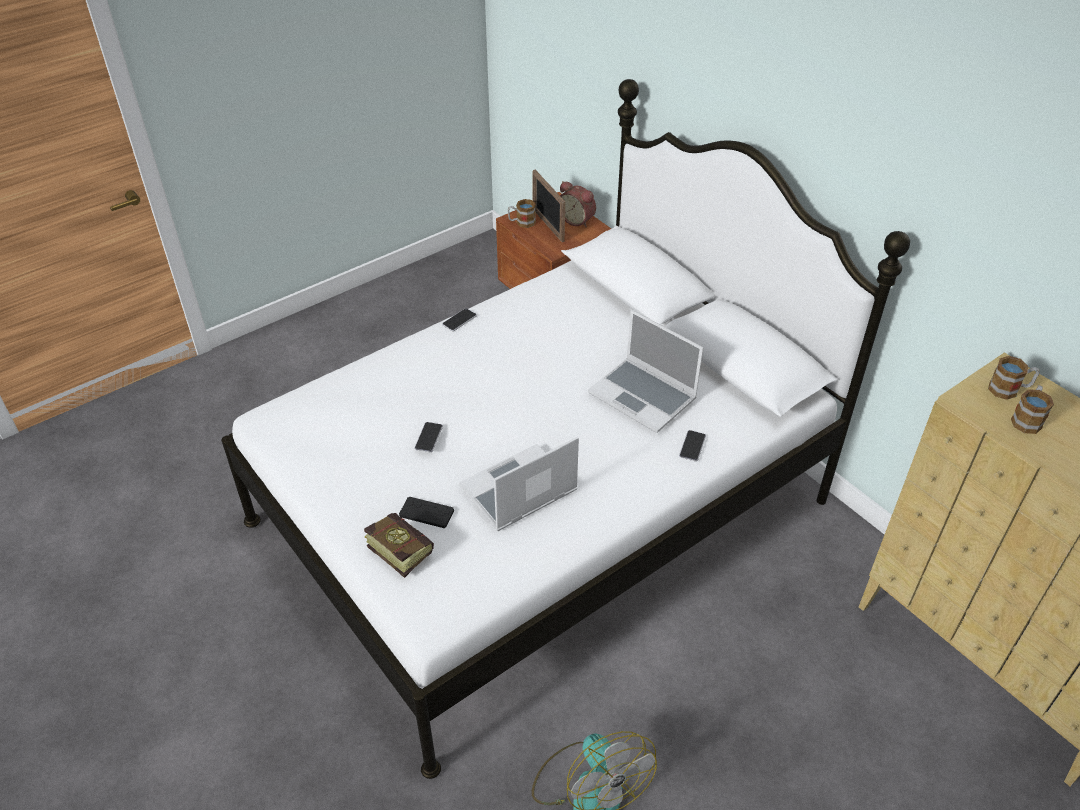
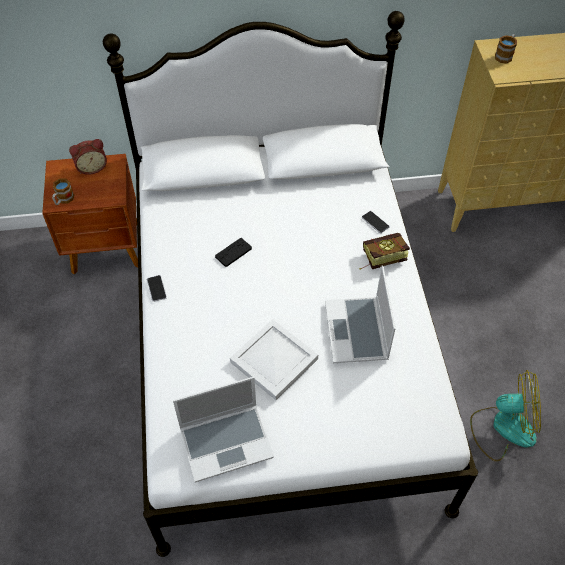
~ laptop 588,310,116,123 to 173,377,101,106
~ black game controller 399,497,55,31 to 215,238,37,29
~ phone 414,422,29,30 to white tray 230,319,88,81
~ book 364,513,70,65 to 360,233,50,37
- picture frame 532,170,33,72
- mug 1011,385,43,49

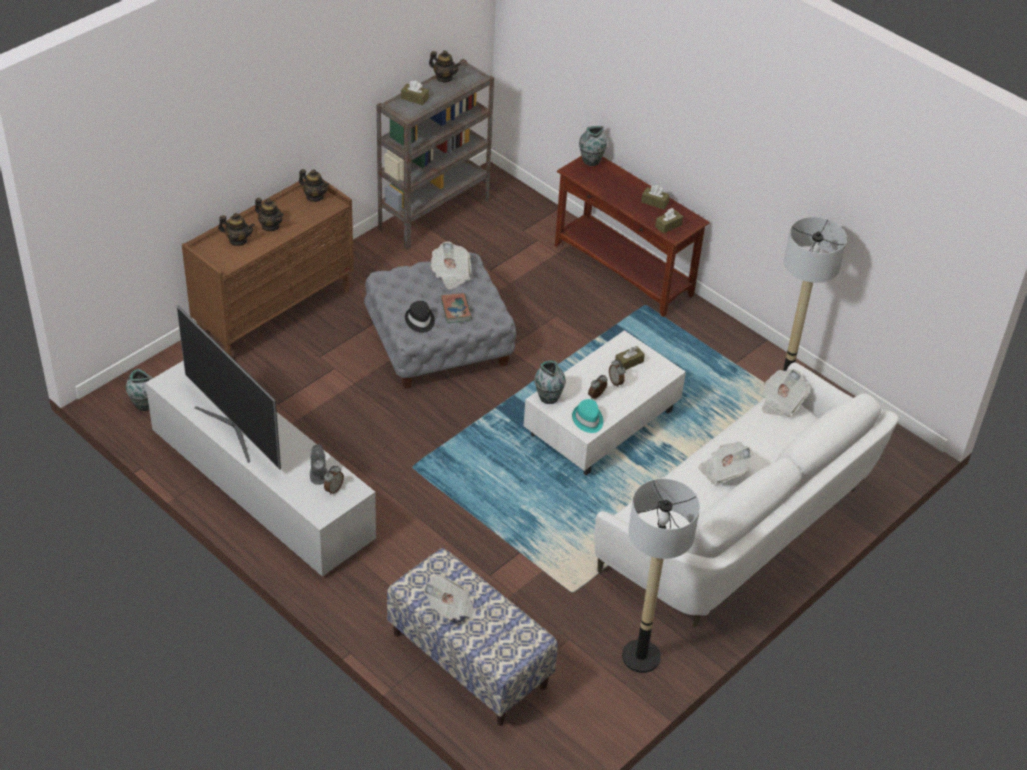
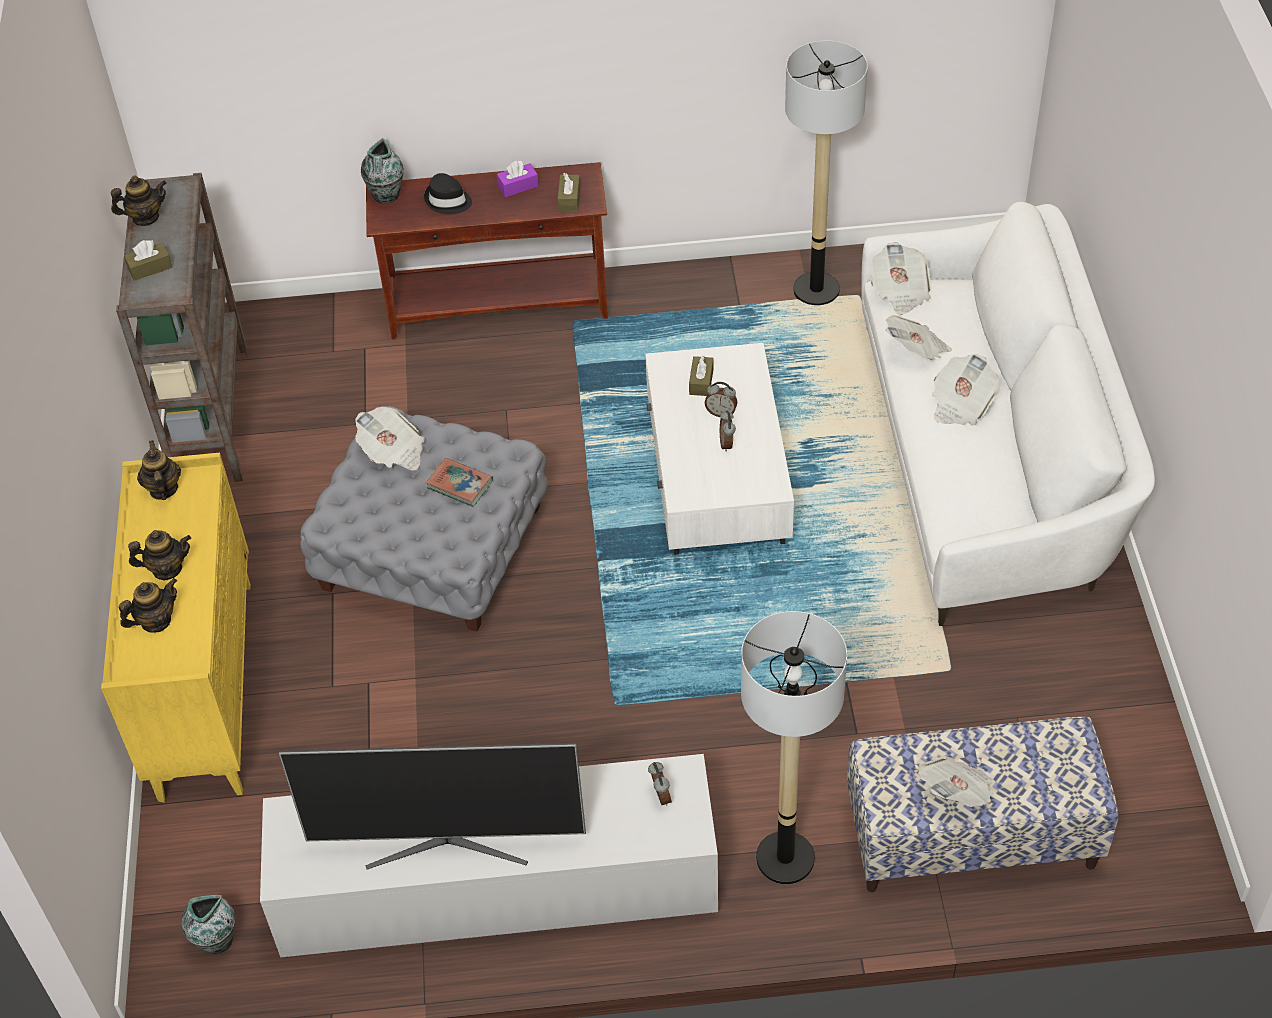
~ brown cabinet 182,178,172,179 to yellow cabinet 101,453,150,350
~ teapot 299,169,30,33 = 137,440,44,60 90 degrees counterclockwise
~ black hat 405,301,30,32 to 424,173,48,41
~ brown tissue box 641,185,29,25 to purple tissue box 497,161,42,36
~ floor lamp 622,479,78,194 to 741,611,106,273
+ newspaper 885,315,67,45
- grey speaker 310,444,18,41
- vase 534,360,32,44
- turquoise hat 572,399,31,34

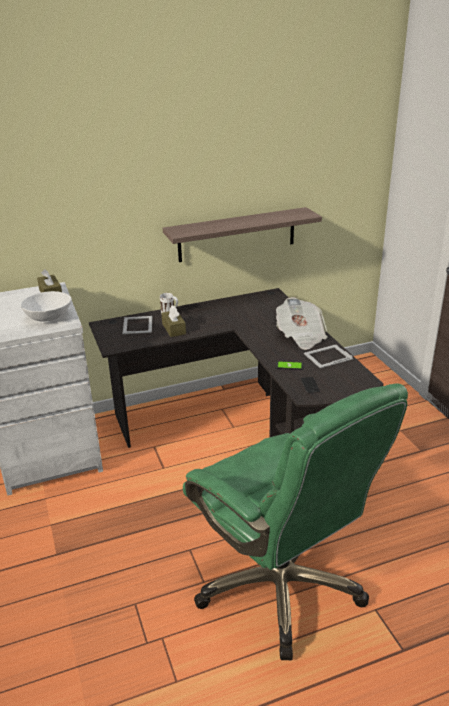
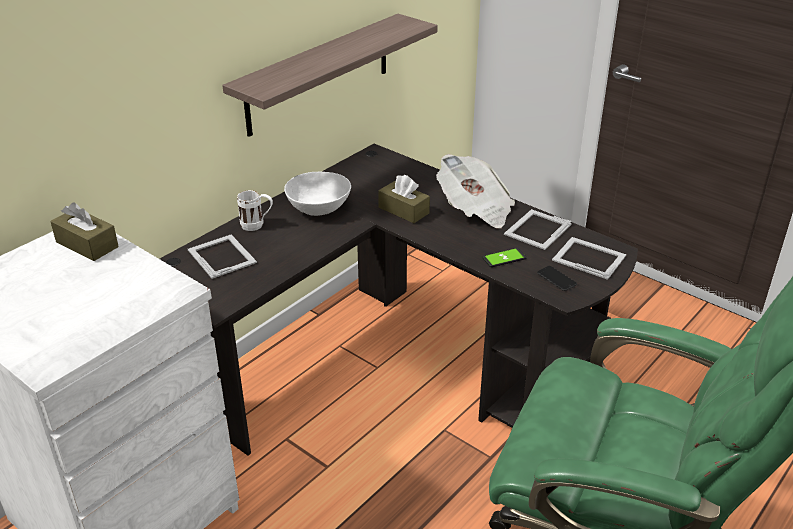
~ white bowl 21,291,51,31 to 284,172,67,44
~ brown tissue box 161,305,25,32 to 378,175,52,48
+ picture frame 552,237,74,43

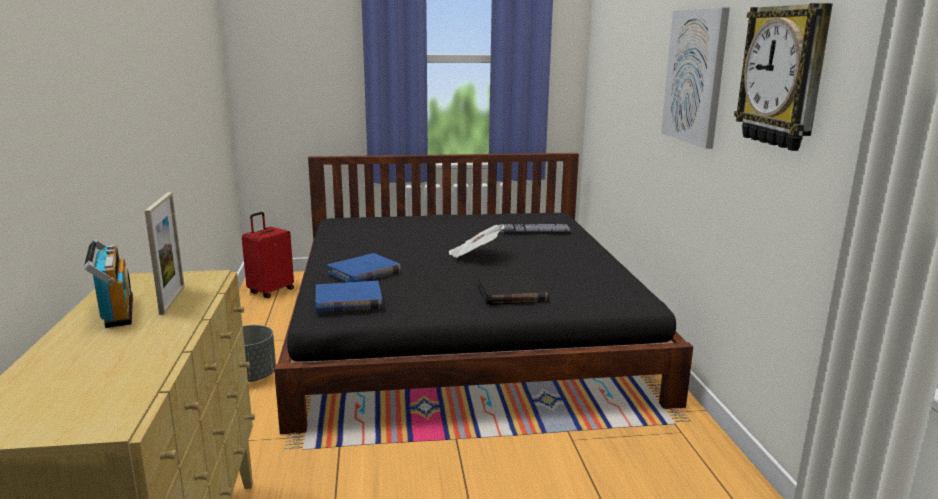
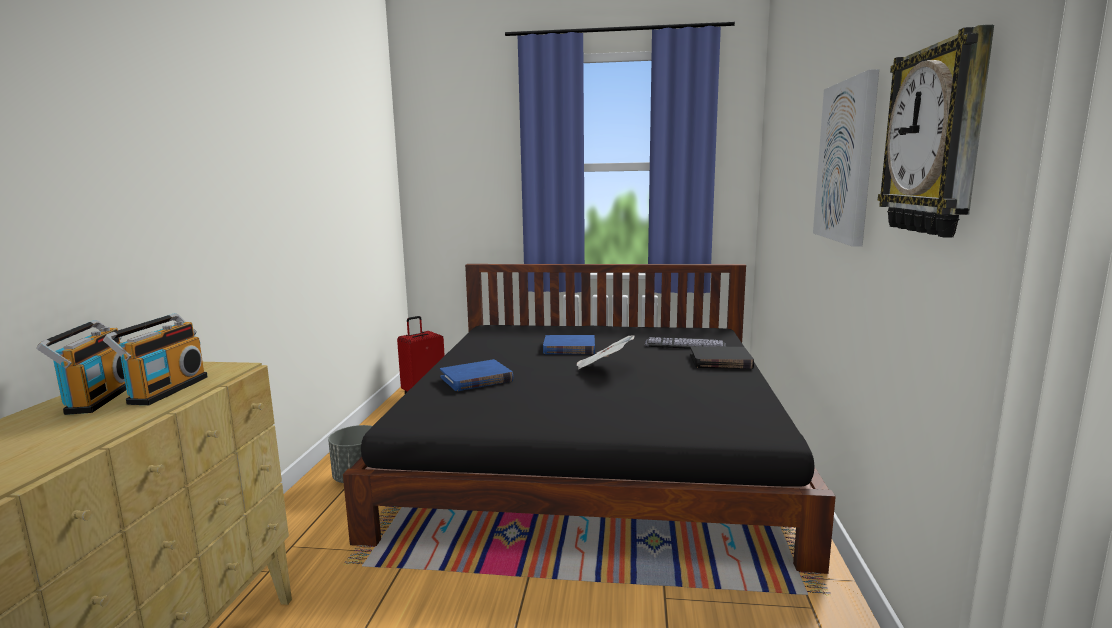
~ picture frame 145,192,39,123 to radio 103,313,105,92
~ blue book 315,281,68,32 to 543,335,52,19
~ black book 478,275,71,30 to 690,346,64,23

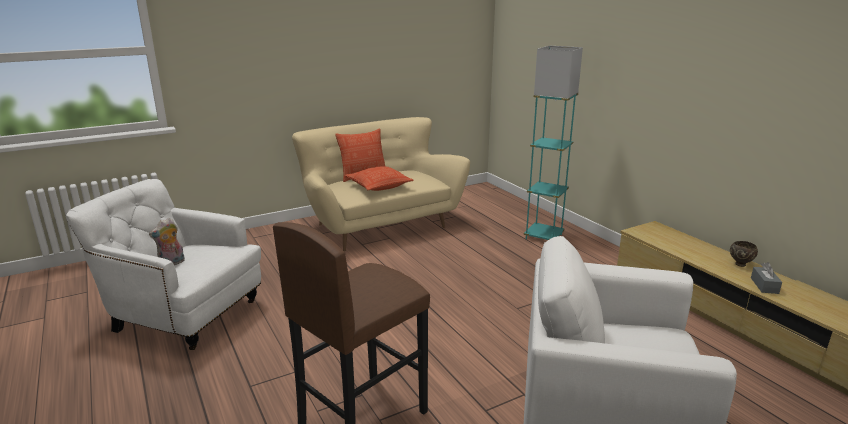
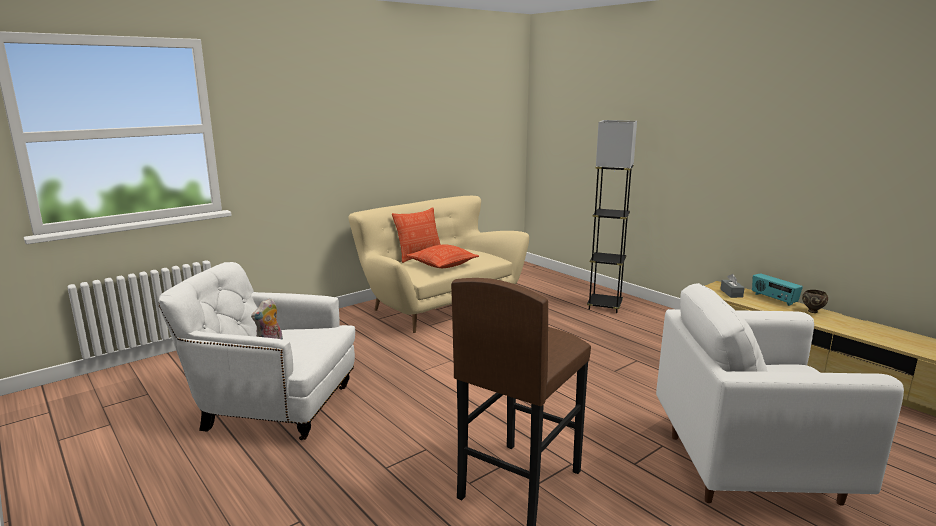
~ turquoise floor lamp 524,46,59,194 to grey floor lamp 587,120,50,193
~ grey tissue box 751,262,31,32 to 720,274,25,24
+ radio 752,273,51,33

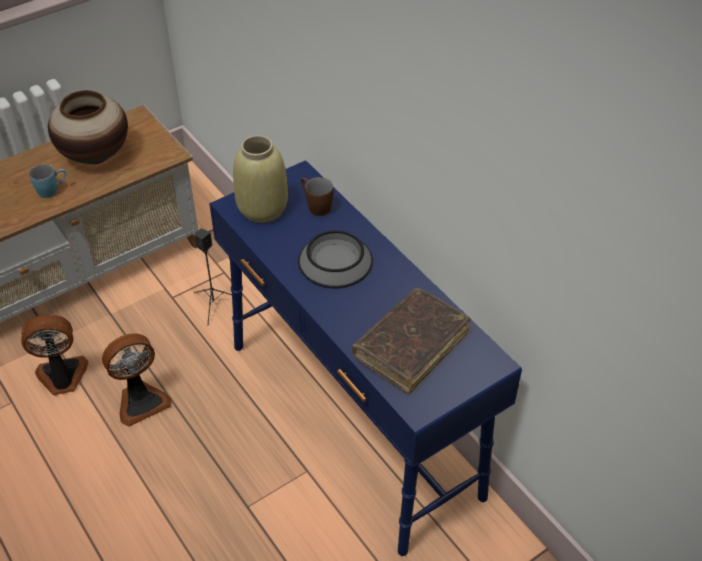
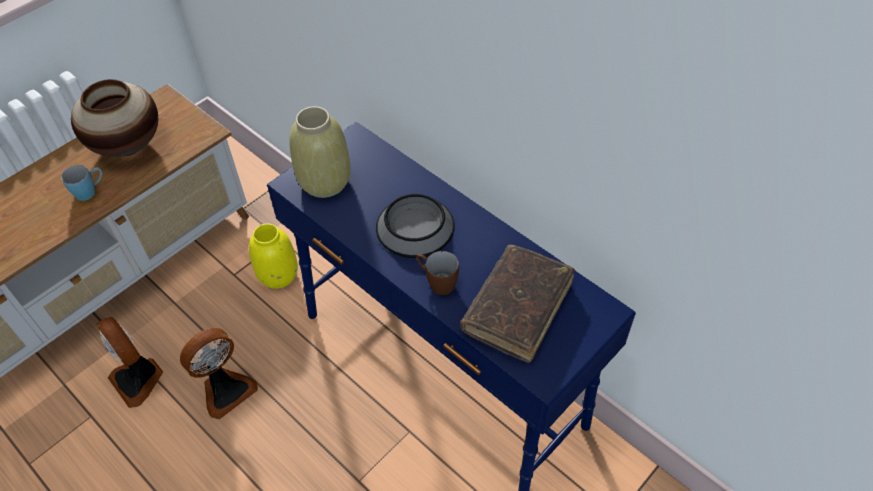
~ fan 21,315,67,80 = 96,317,67,91 105 degrees counterclockwise
~ black speaker 194,228,38,97 to yellow vase 249,223,49,66
~ brown mug 301,177,32,39 to 416,251,43,44

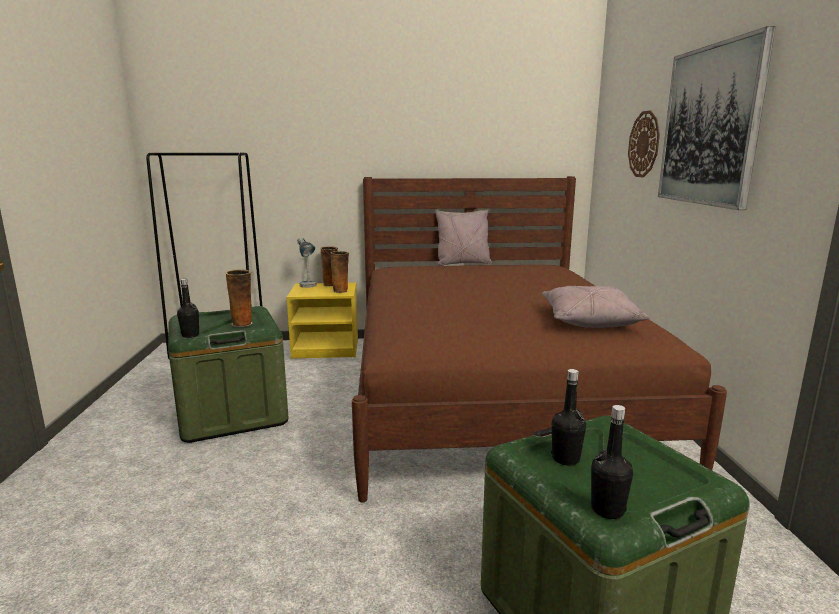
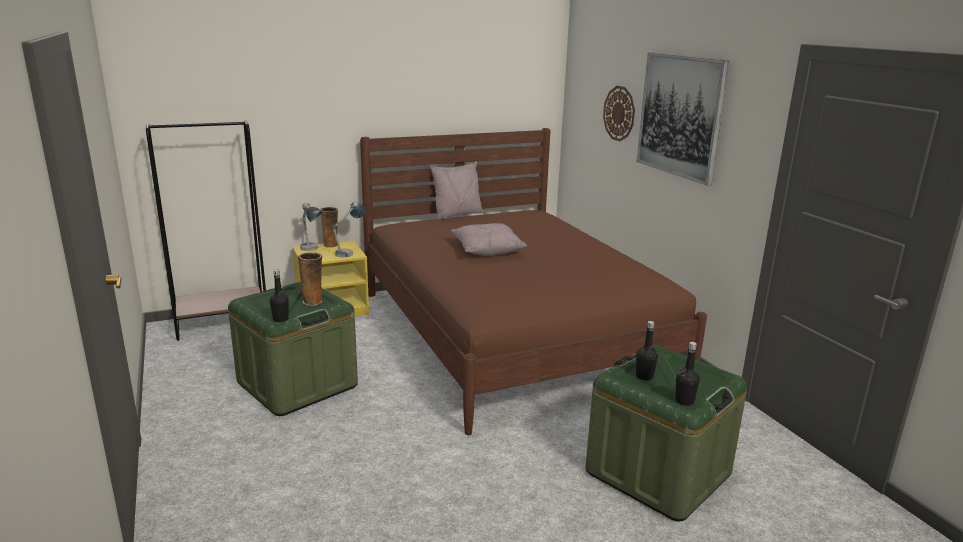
~ vase 330,251,19,42 to table lamp 332,202,33,55
~ purple pillow 542,286,107,42 to 451,223,76,32

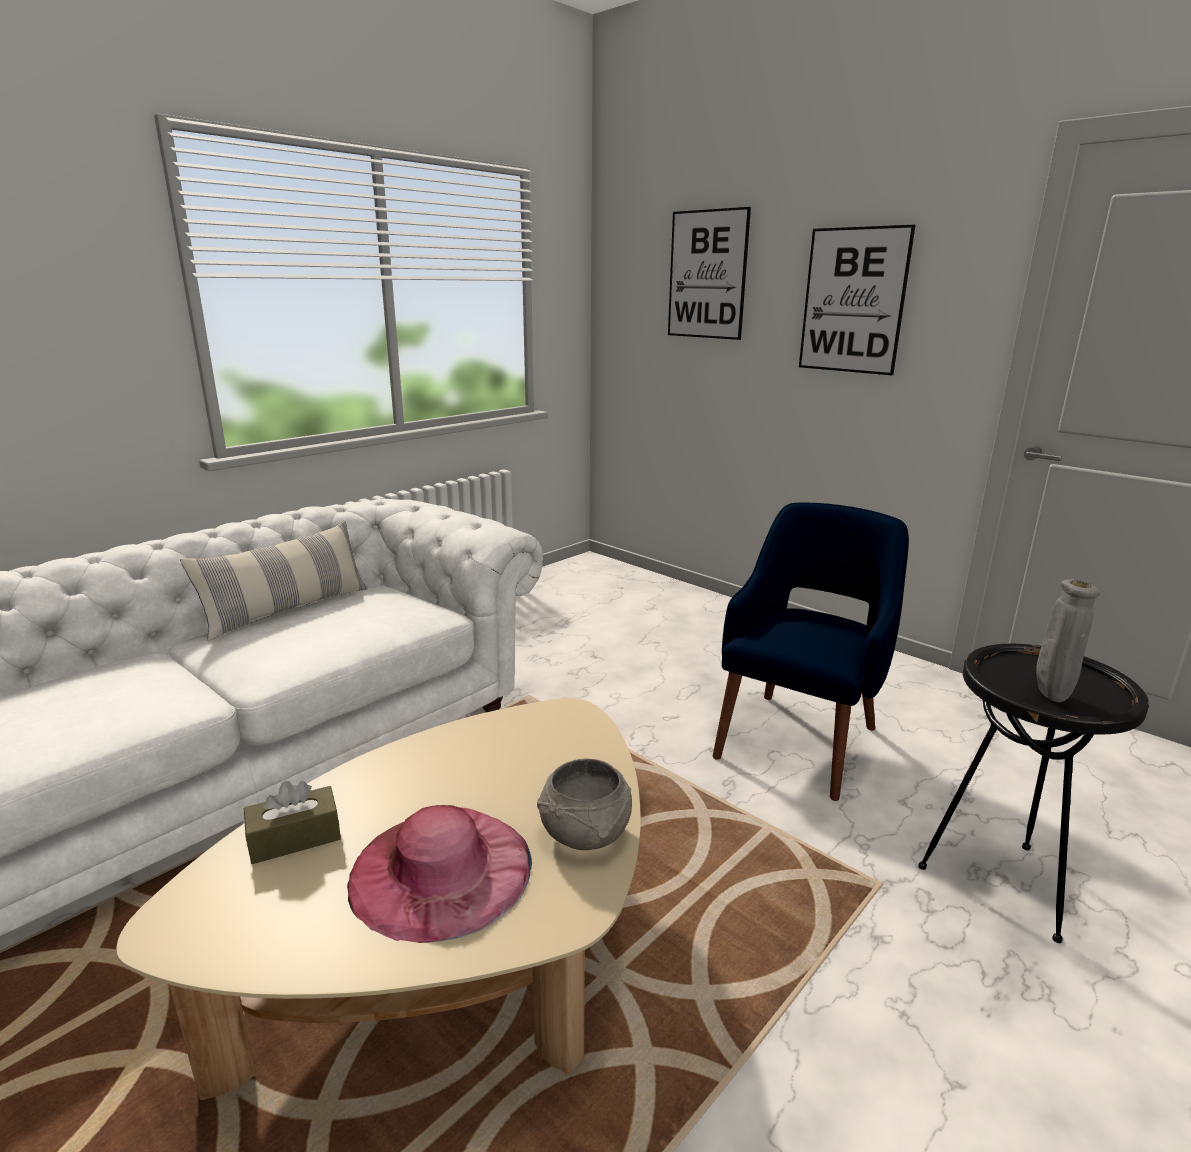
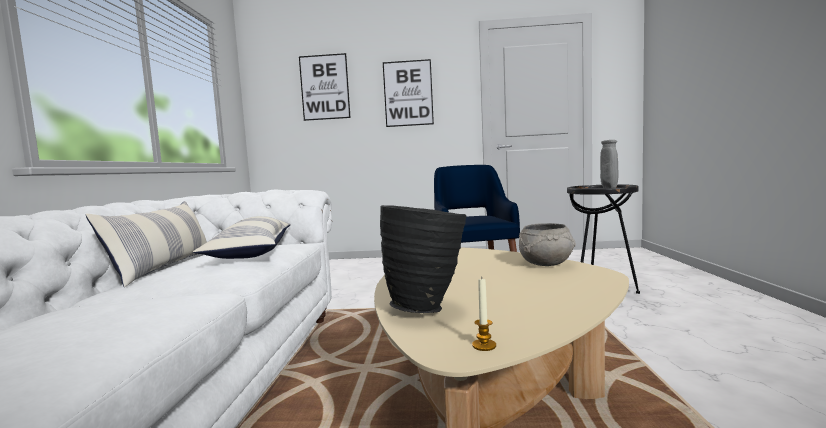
+ pillow 193,216,97,43
~ brown tissue box 244,781,97,83 to black vase 380,205,87,108
+ candle 472,279,24,72
- pink hat 347,805,185,138

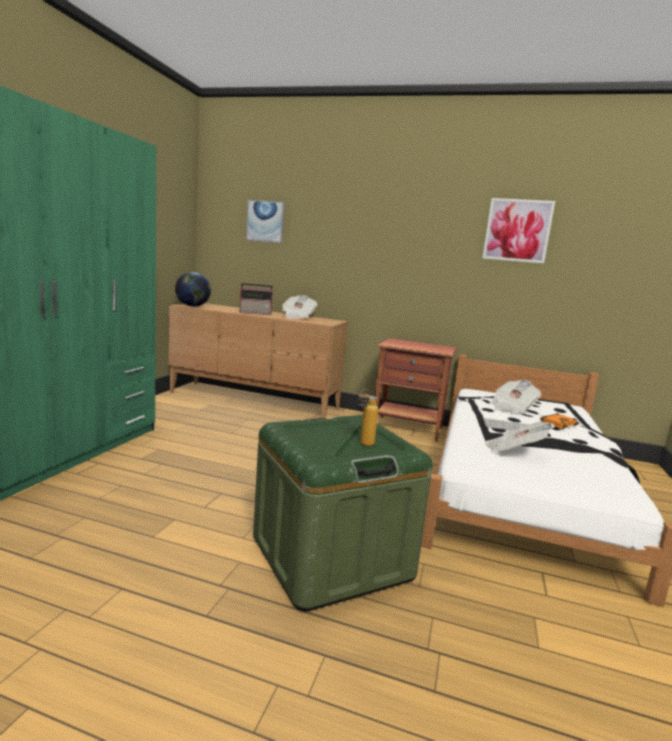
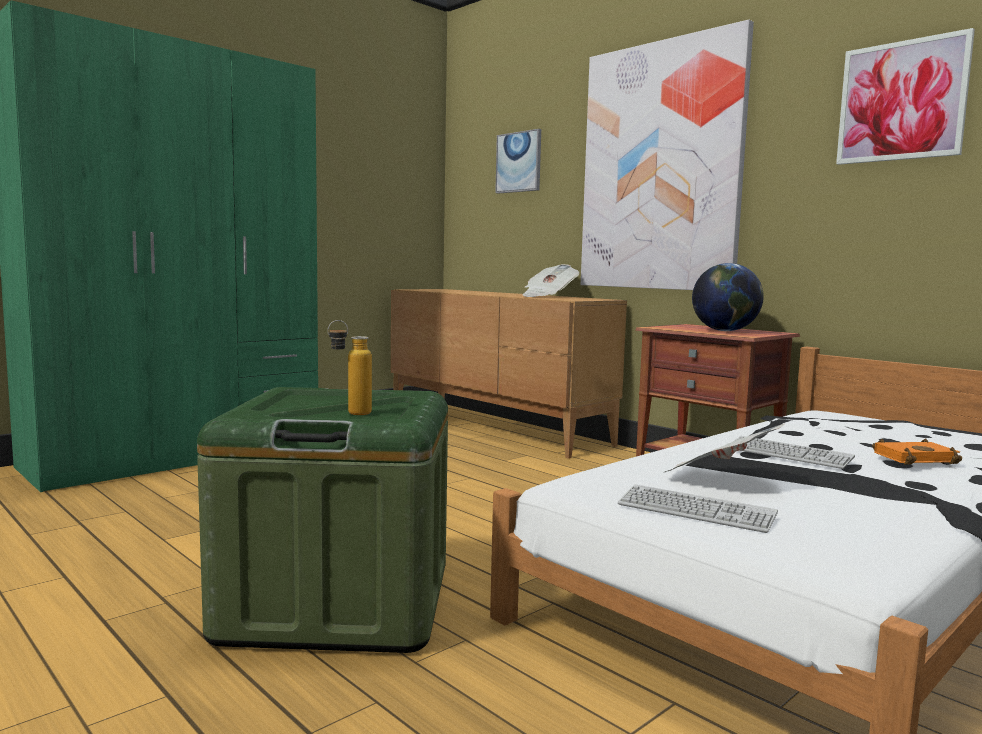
+ picture 581,20,173,270
+ keyboard 618,484,160,49
~ globe 175,272,36,35 to 692,263,72,68
- radio 240,283,34,32
- newspaper 494,380,47,33

